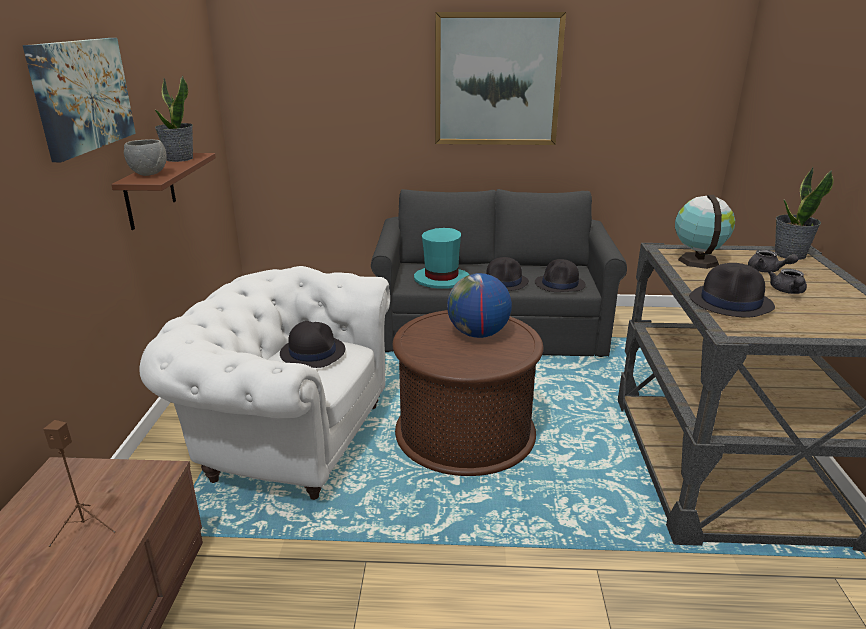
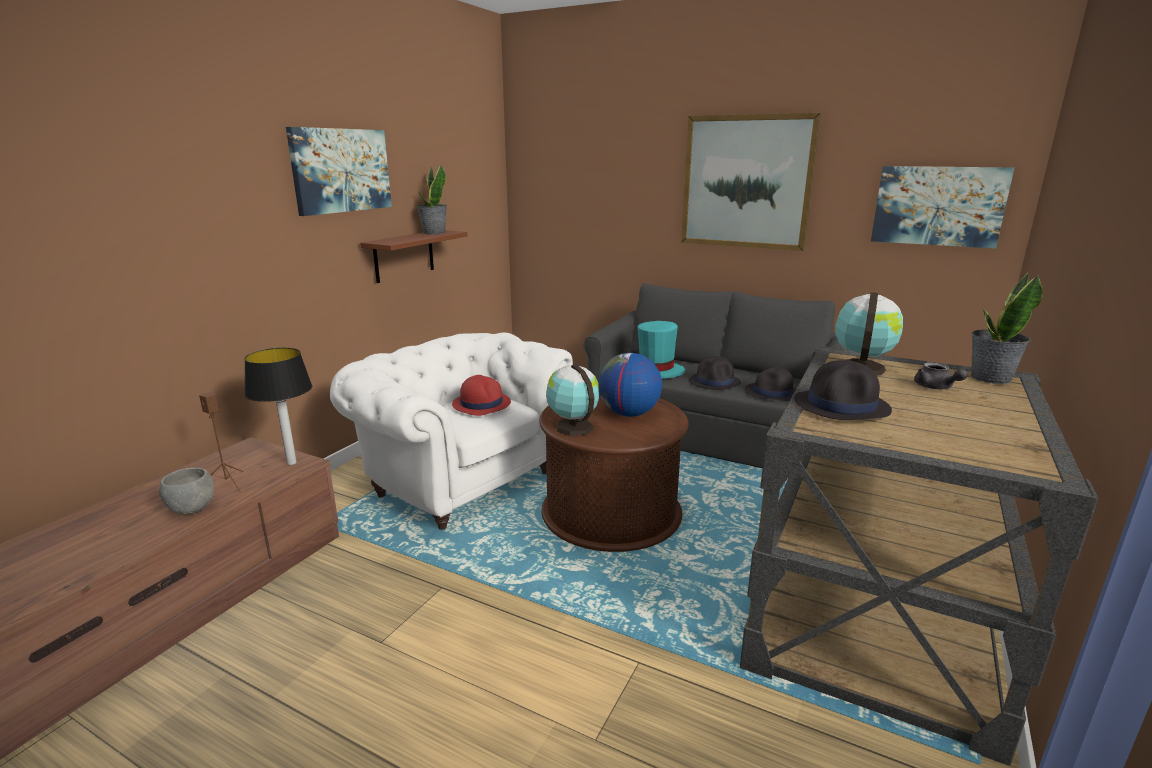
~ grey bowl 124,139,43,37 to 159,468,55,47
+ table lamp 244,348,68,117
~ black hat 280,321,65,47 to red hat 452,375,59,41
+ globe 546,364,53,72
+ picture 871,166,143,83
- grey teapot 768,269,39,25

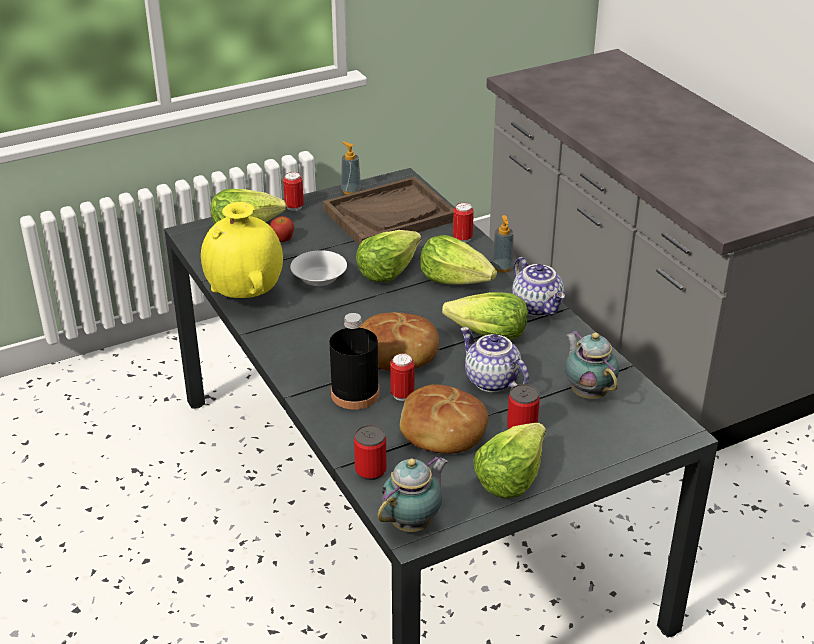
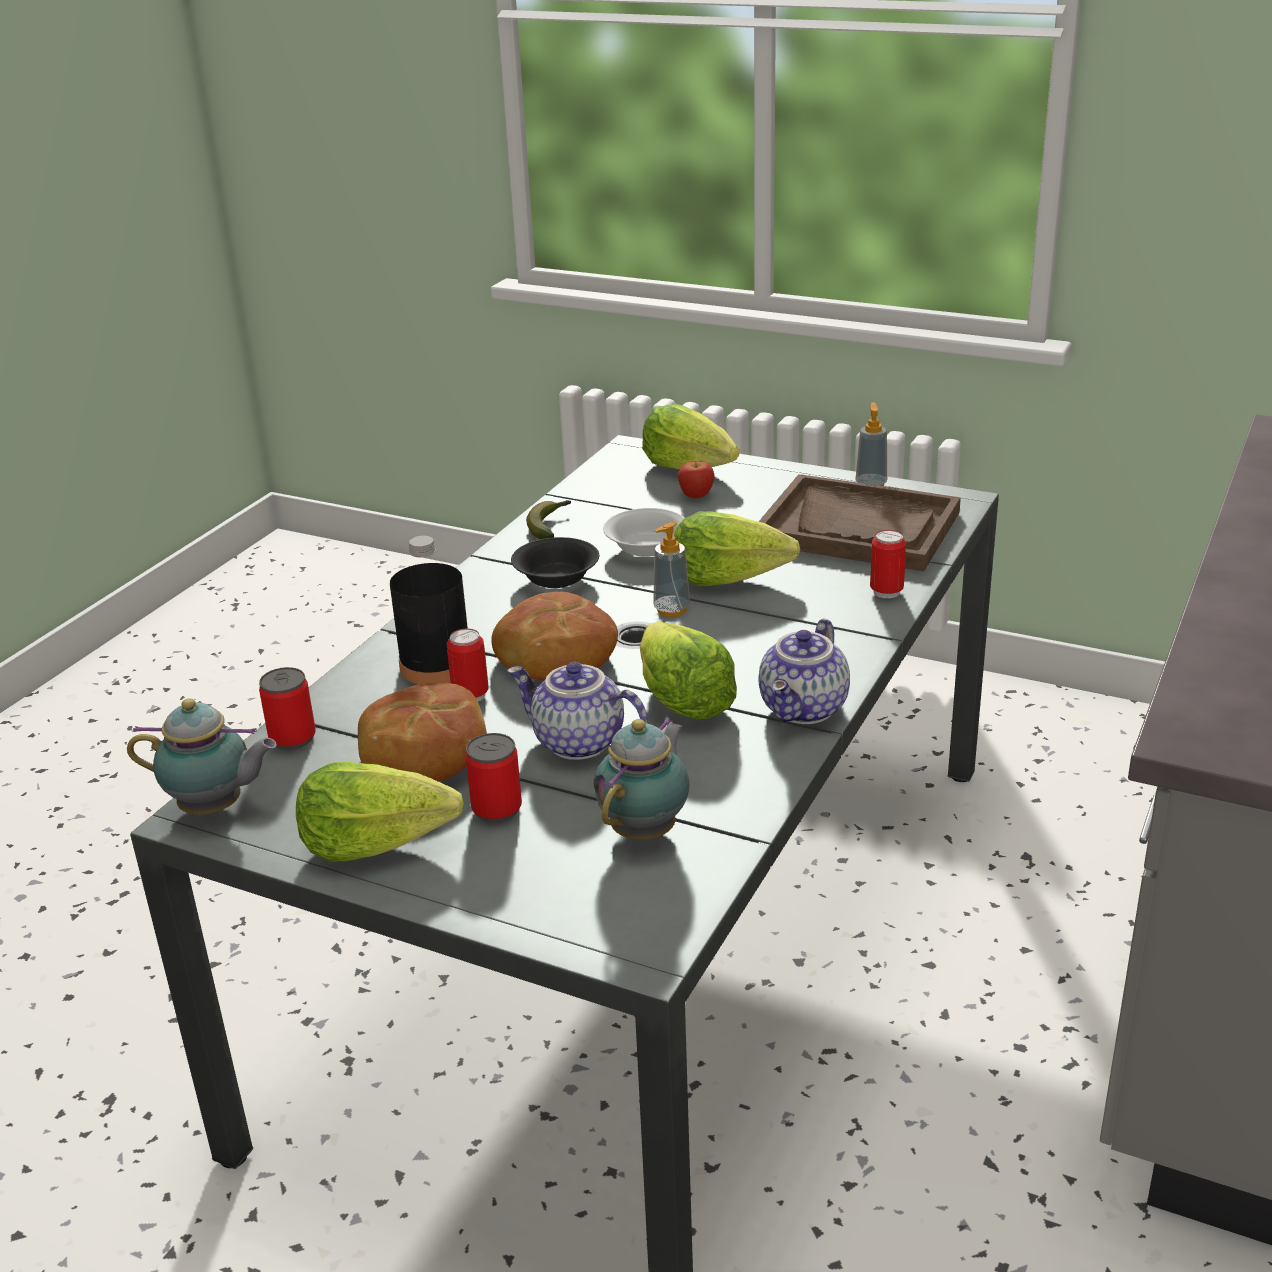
~ teapot 460,327,69,65 = 507,662,140,98 75 degrees counterclockwise
+ black bowl 511,537,88,51
~ yellow vase 201,202,82,96 to banana 526,500,45,39
~ soap dispenser 492,215,22,58 to 653,521,37,96
- can 283,172,21,39
- lettuce 420,235,77,50

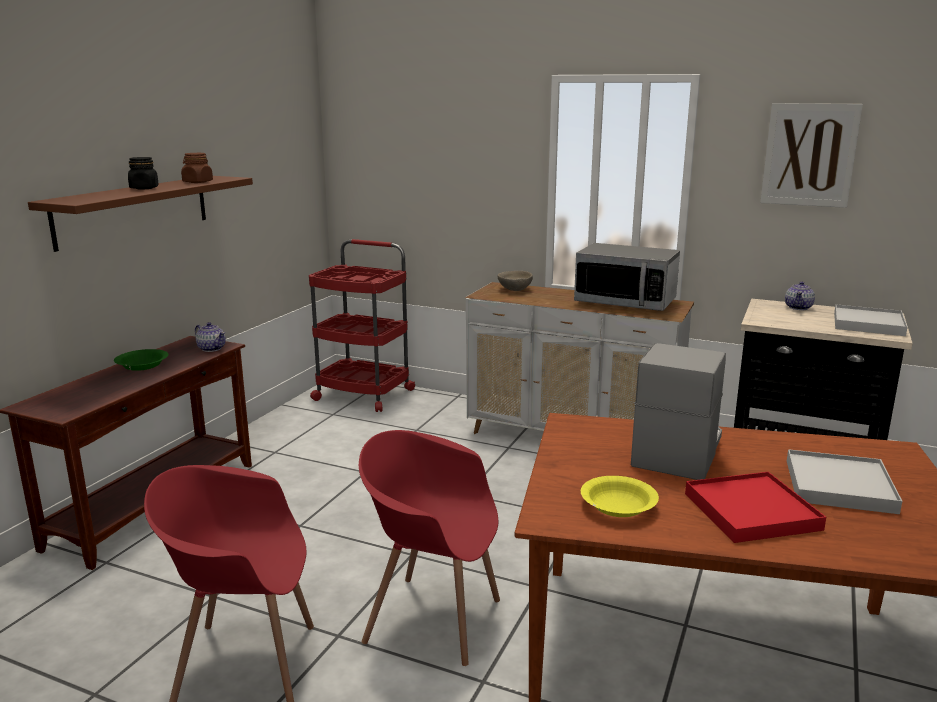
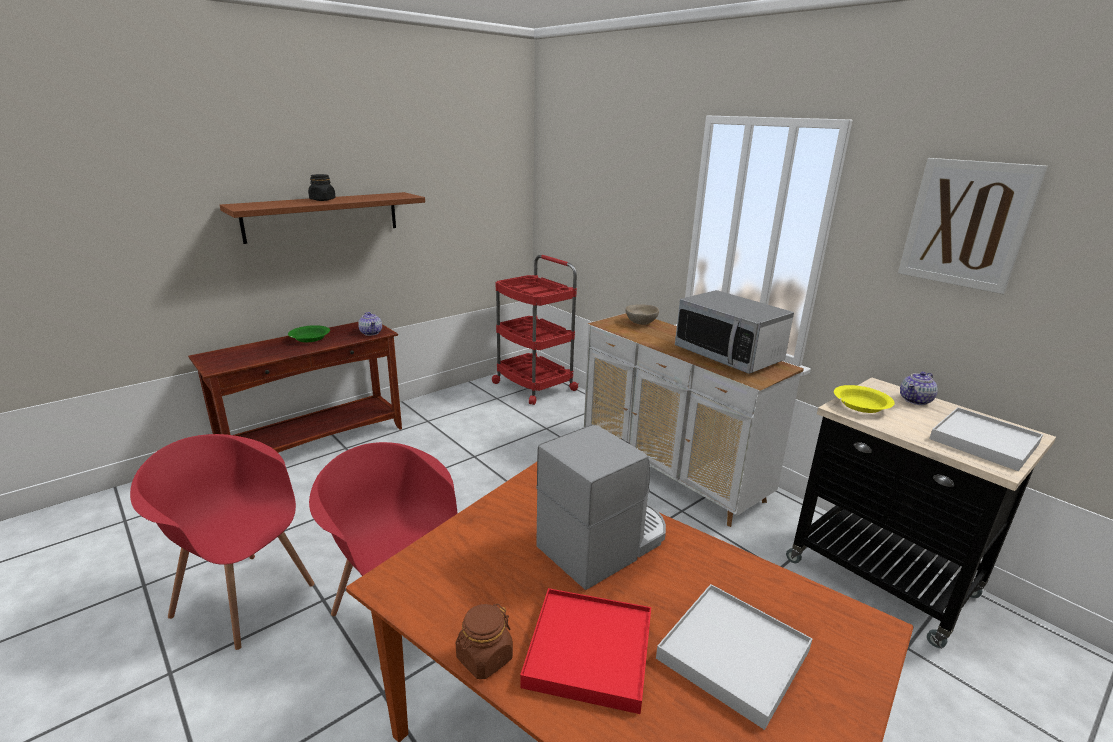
~ brown jar 181,153,32,30 to 455,603,58,76
~ yellow bowl 581,476,78,41 to 834,385,61,28

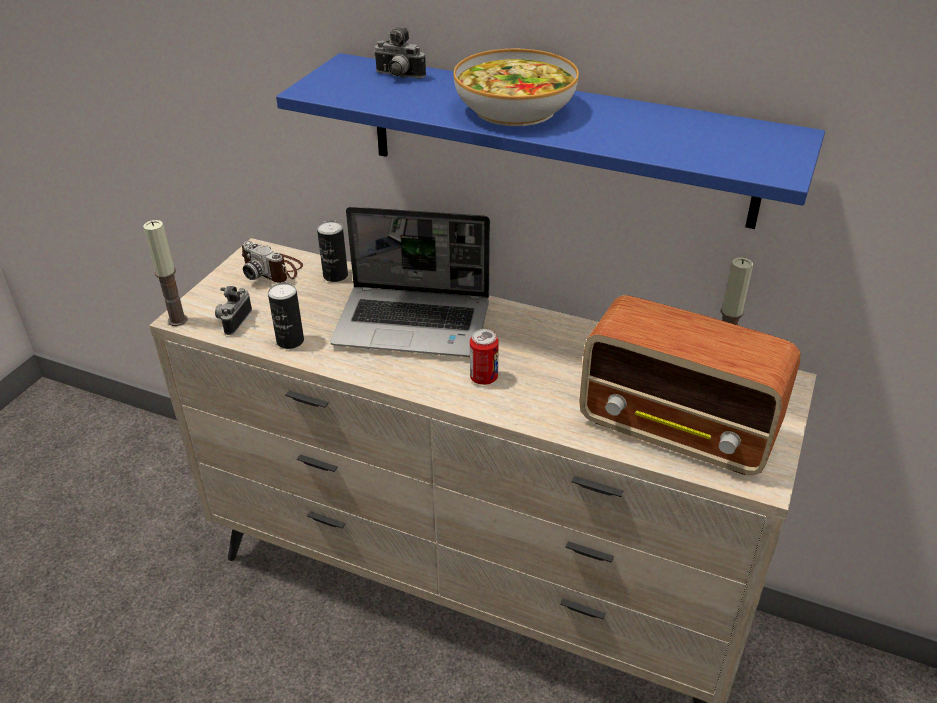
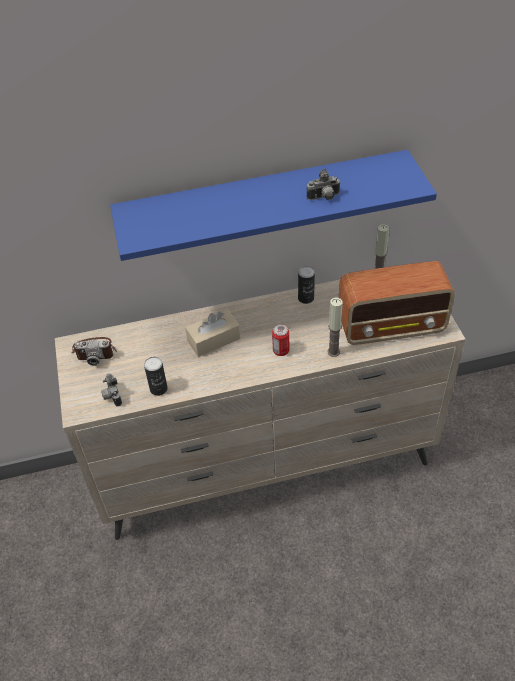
~ laptop 330,207,160,150 to beige tissue box 185,309,55,48
~ can 317,220,31,62 to 298,266,17,38
~ photo camera 374,27,52,52 to 307,168,34,32
~ candle 143,220,45,106 to 327,298,16,59
- bowl 453,49,126,77

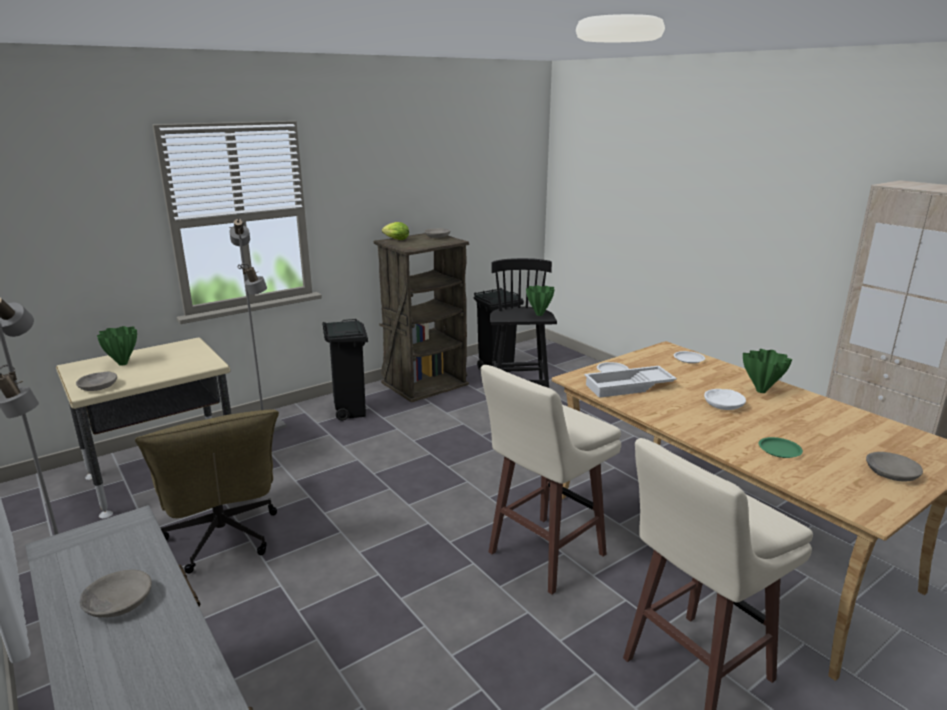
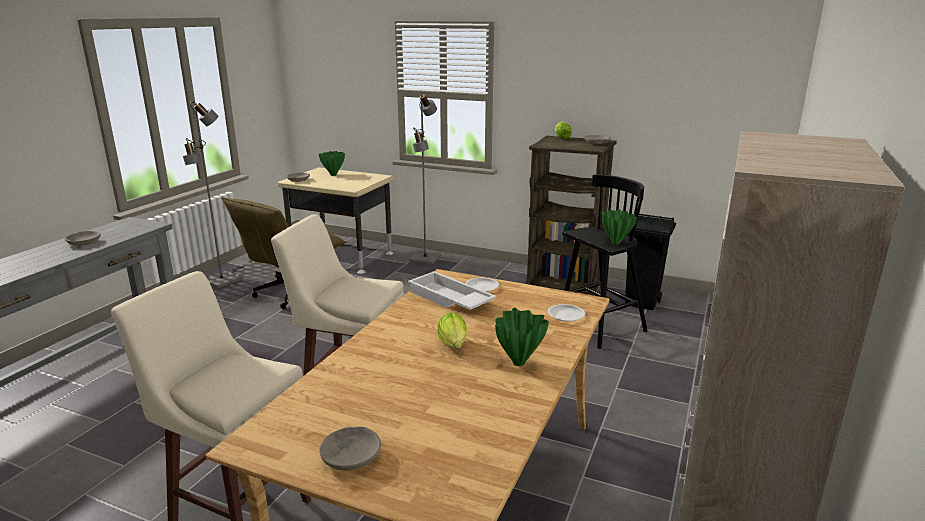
~ white bowl 704,389,42,21 to lettuce 437,312,30,37
- black trash can 322,319,46,102
- green plate 759,437,44,21

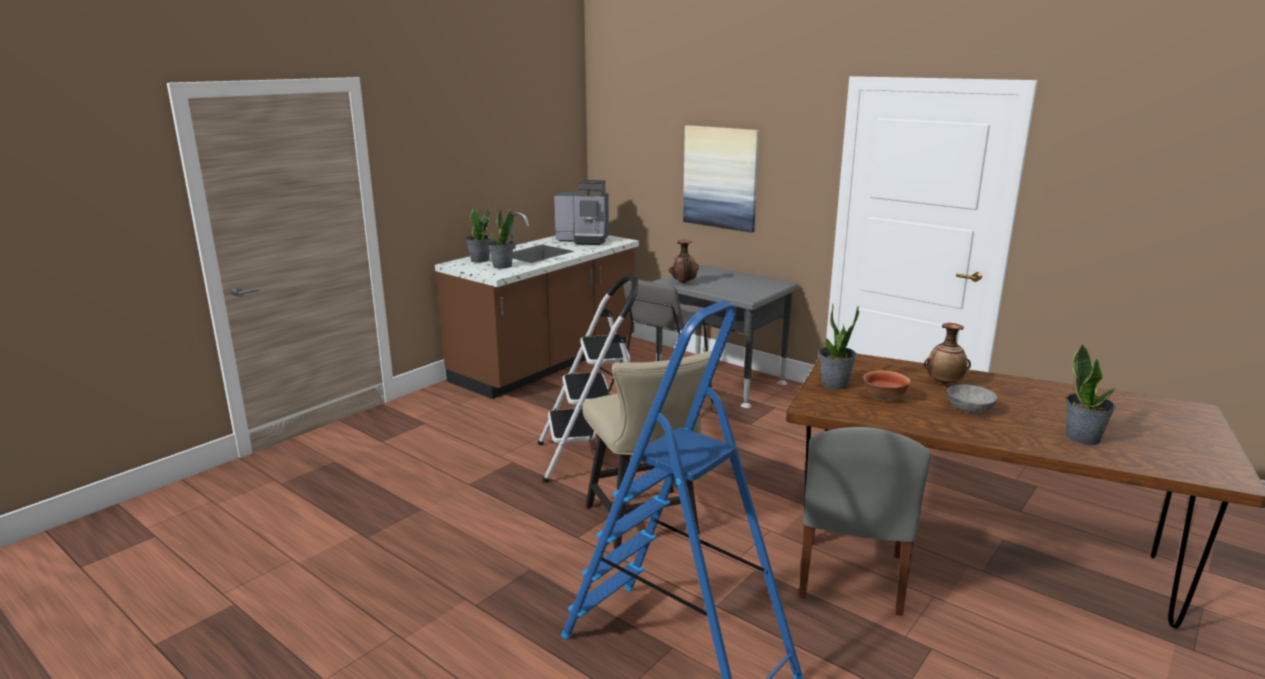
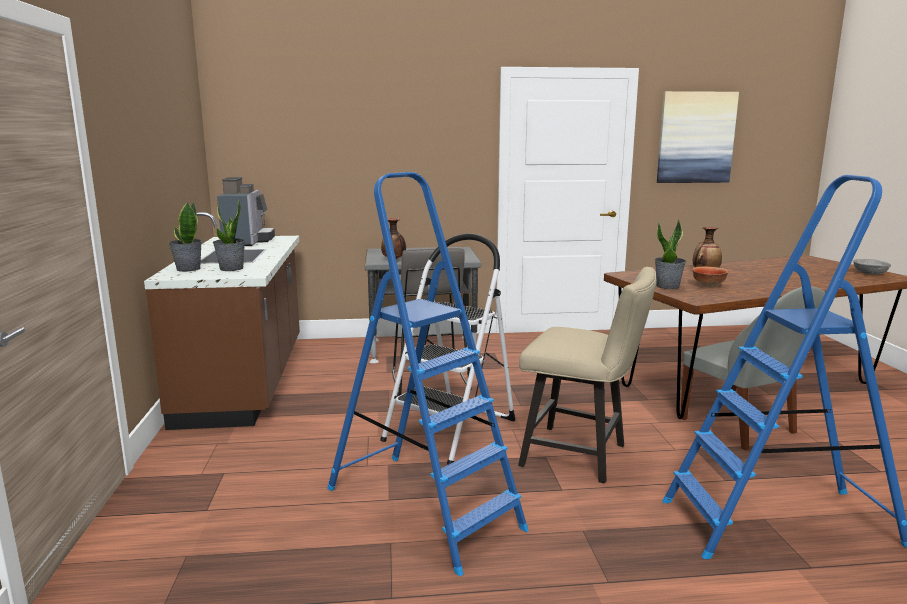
~ coffee machine 554,180,55,65 = 217,177,58,69 60 degrees counterclockwise
+ blue step ladder 327,172,201,404
~ picture 683,125,77,108 to 657,91,82,92
~ grey bowl 947,384,51,29 to 853,259,38,16
- potted plant 1065,343,51,102

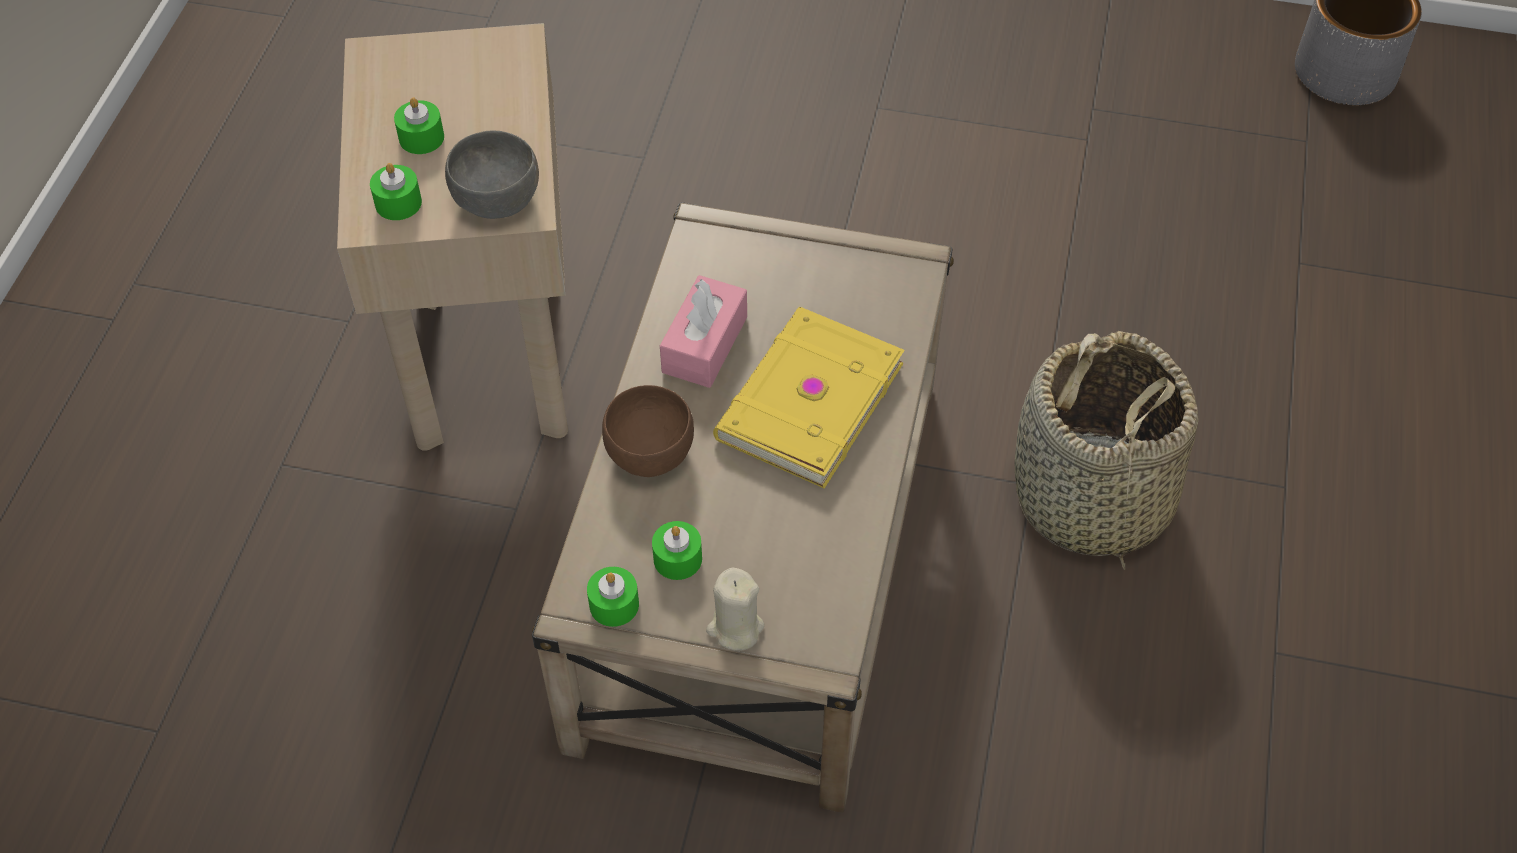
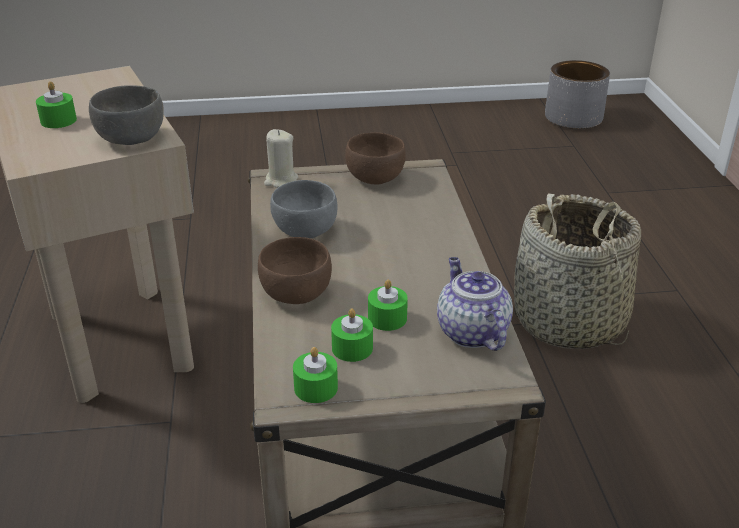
~ beige candle 706,567,58,83 to 264,129,34,59
~ pink tissue box 660,275,87,113 to grey bowl 270,180,67,58
+ brown bowl 345,133,61,52
~ green candle 370,163,52,57 to 368,280,40,51
+ teapot 437,257,76,94
- yellow book 713,307,192,182

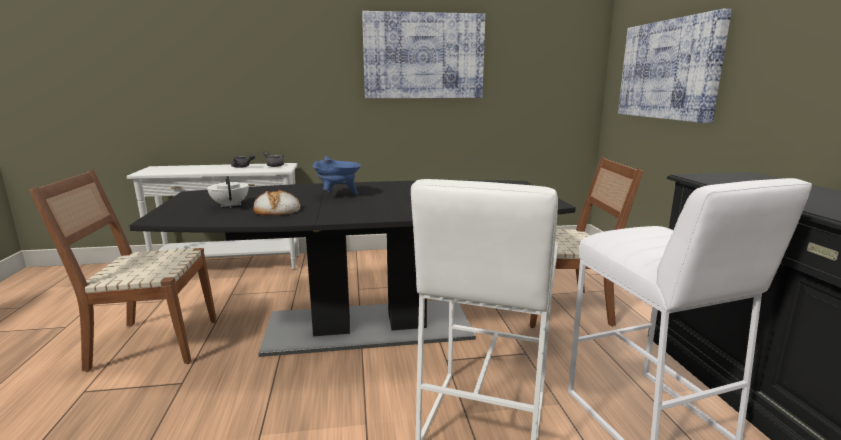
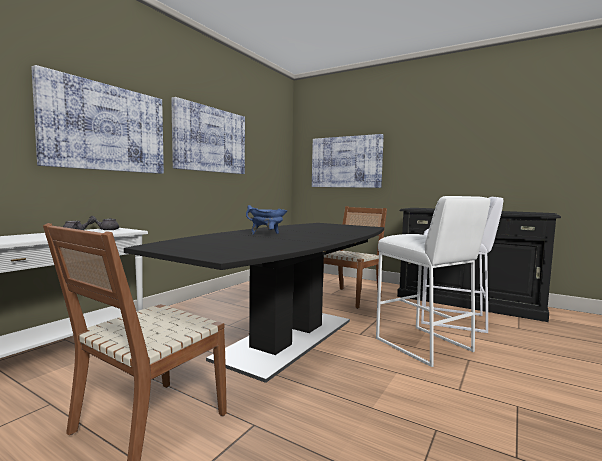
+ picture 31,65,133,109
- white teapot 207,176,42,32
- bread 253,190,48,25

